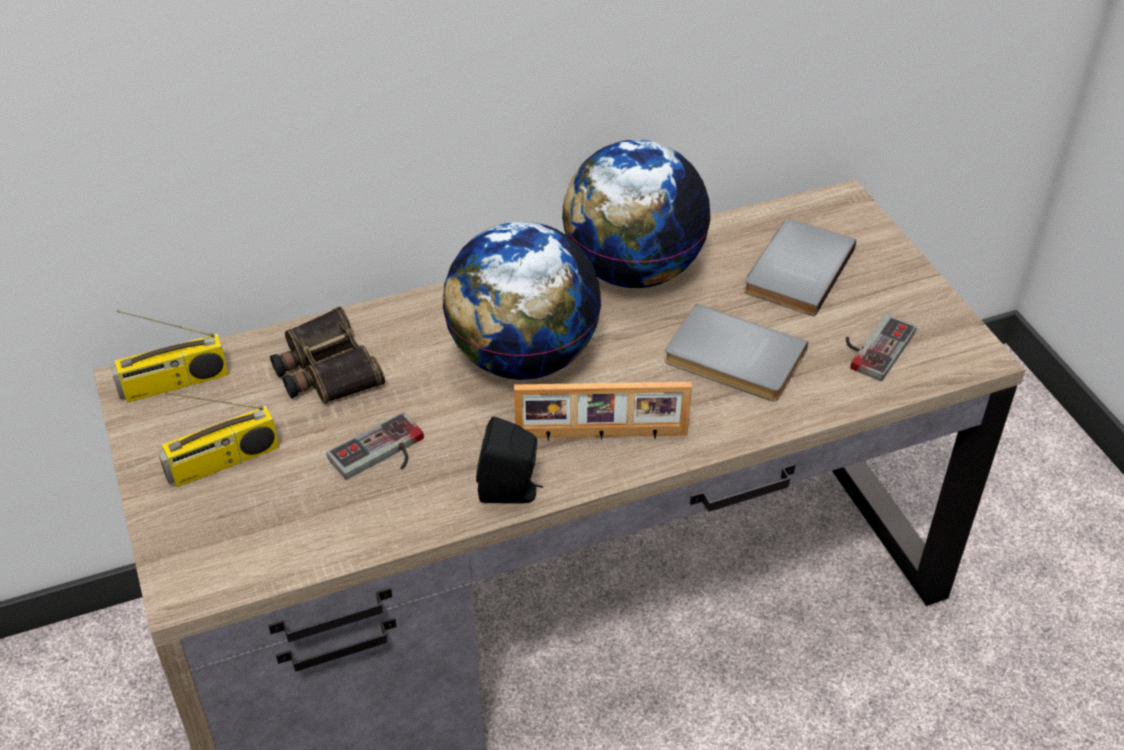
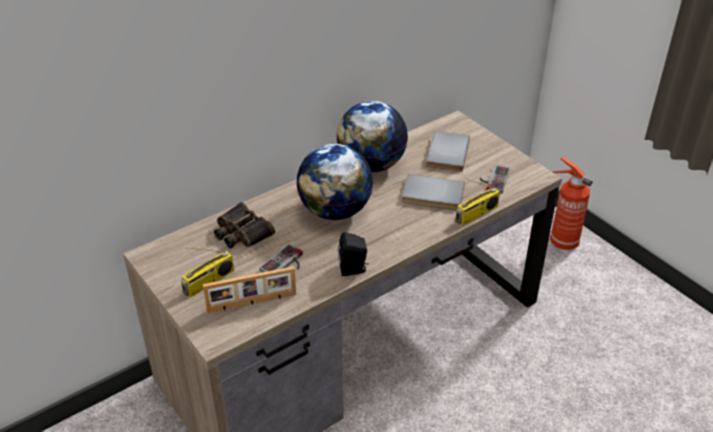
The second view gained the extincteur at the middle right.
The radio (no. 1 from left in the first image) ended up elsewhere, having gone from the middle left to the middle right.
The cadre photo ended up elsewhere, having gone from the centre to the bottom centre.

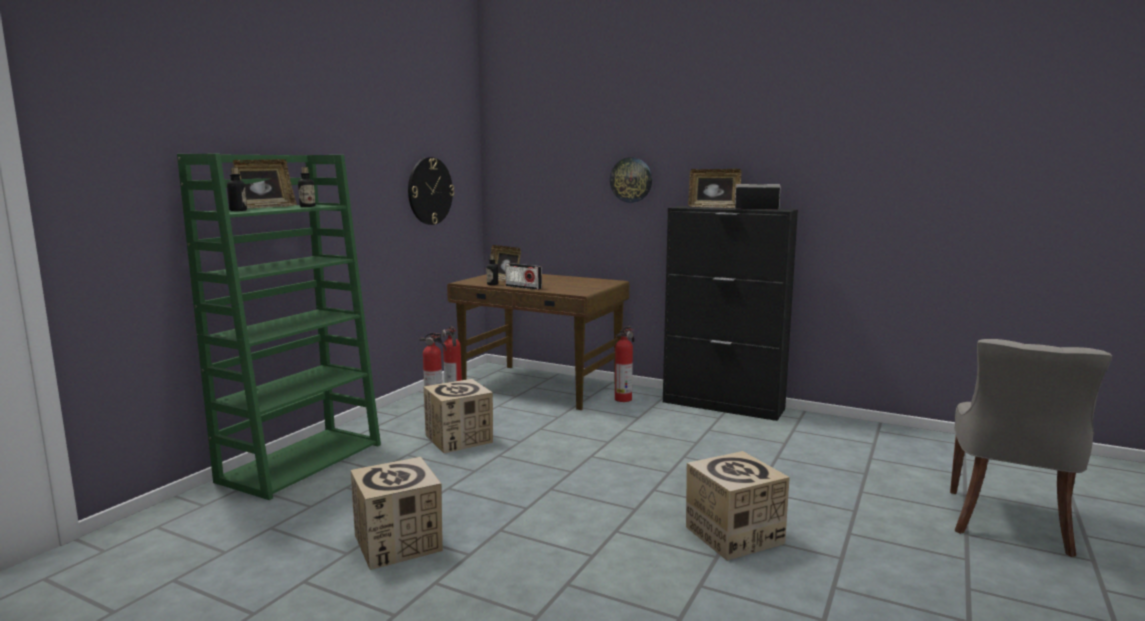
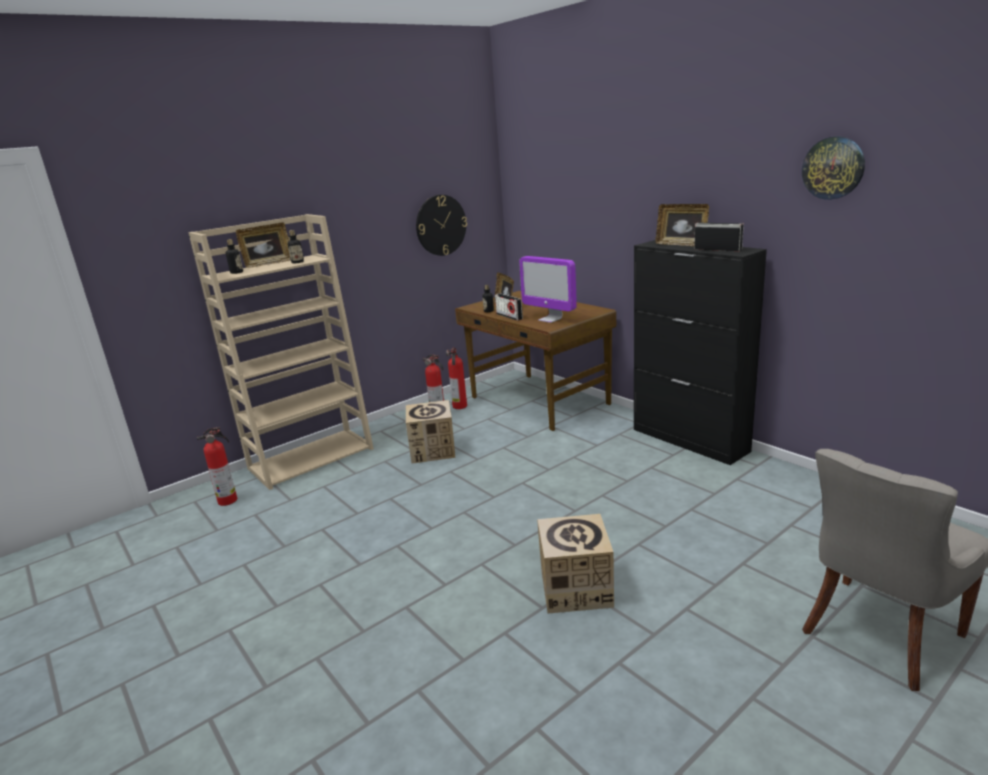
The second view lost the carton (no. 1 from left) at the bottom centre.
The second view gained the écran d'ordinateur at the centre.
The horloge murale (no. 2 from left) ended up elsewhere, having gone from the top centre to the top right.
The extincteur (no. 3 from left in the first image) ended up elsewhere, having gone from the centre to the middle left.
What was the bibliothèque (vert) at the middle left turned into the bibliothèque (beige) at the middle left.

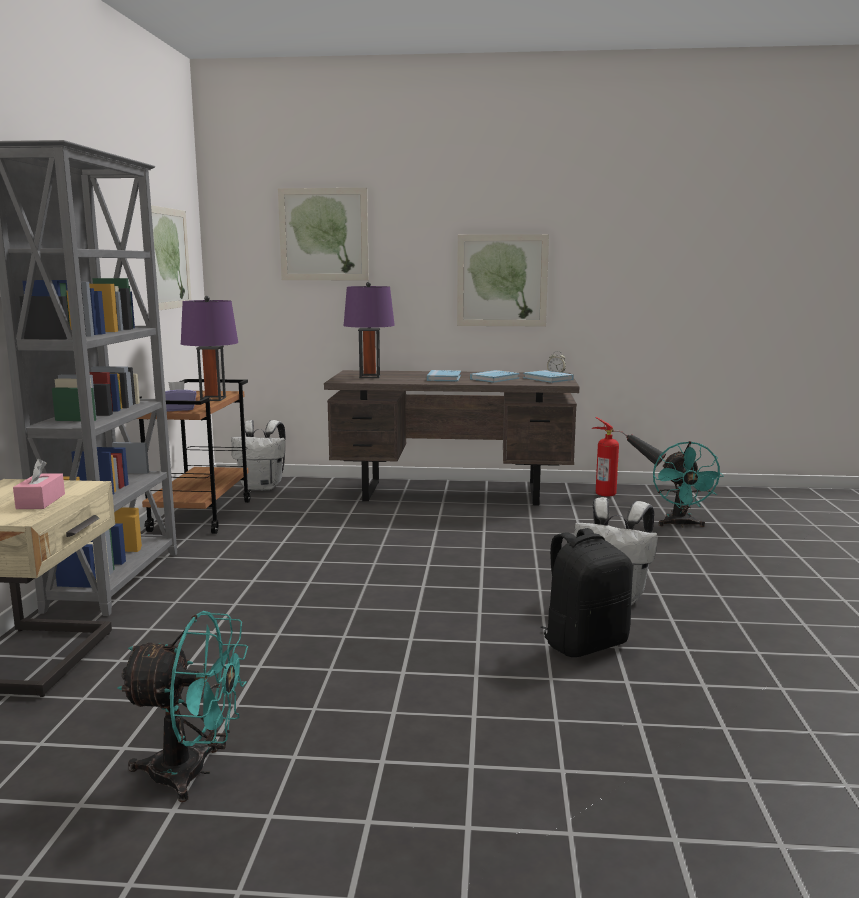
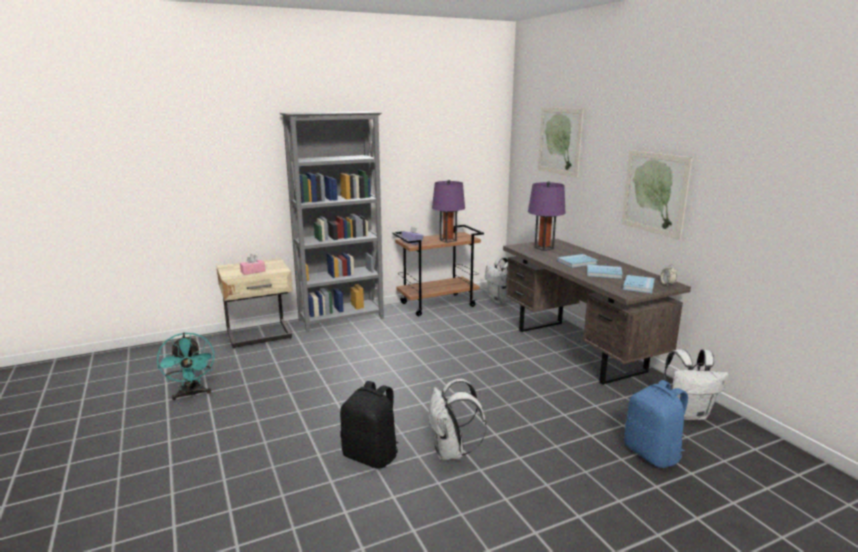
The second view lost the tableau (no. 1 from left) at the top left.
Where the extincteur stood at the middle right, the sac à dos (blanc) (no. 3 from left) came to stand at the bottom right.
Where the ventilateur (turquoise) (no. 2 from left) stood at the middle right, the sac à dos (bleu) came to stand at the bottom right.

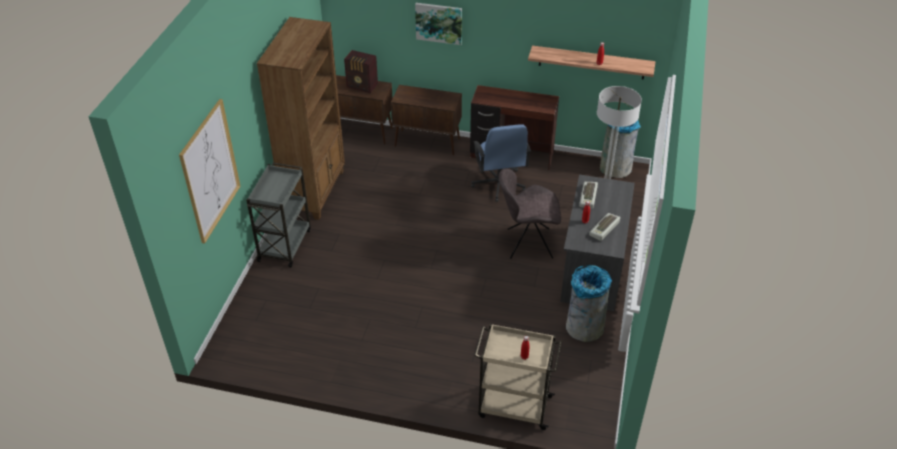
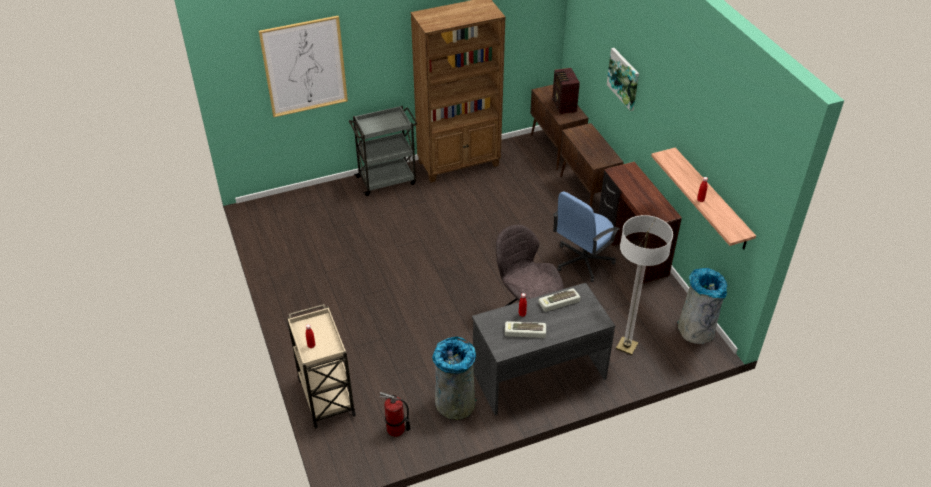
The second view gained the extincteur at the bottom centre.

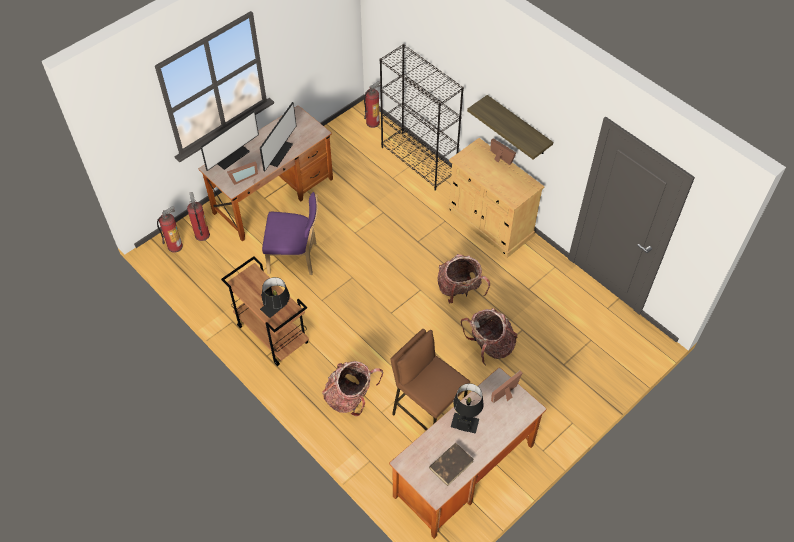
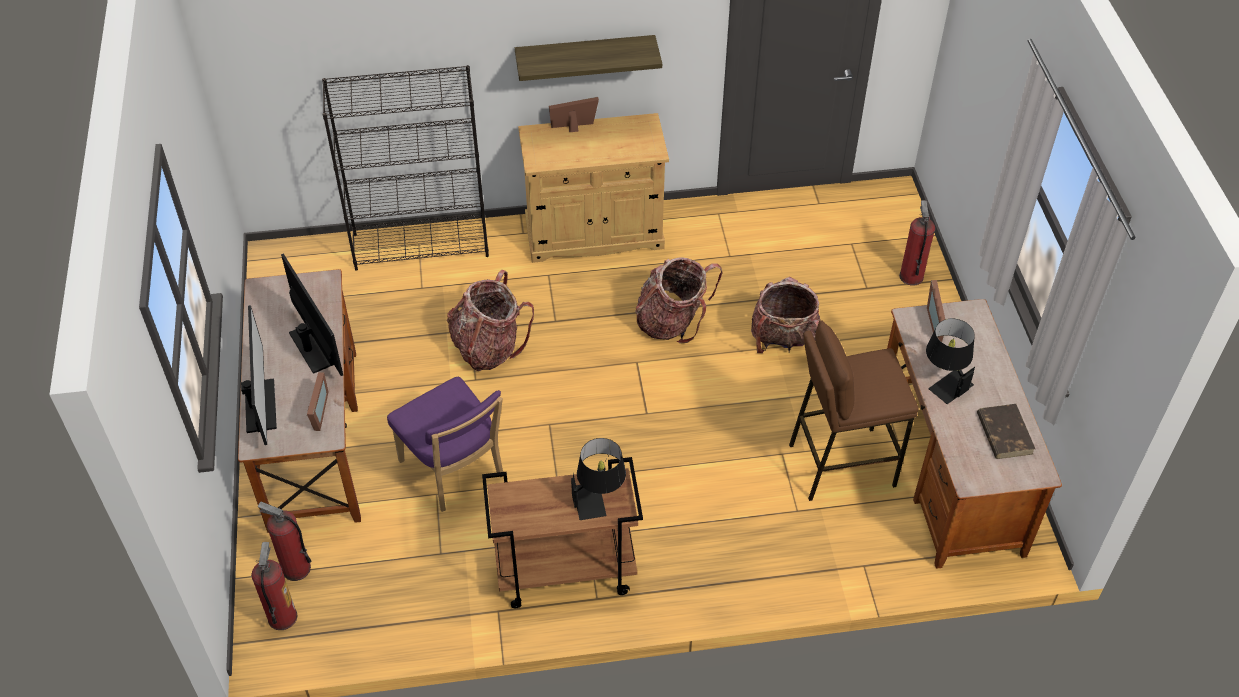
The sac à dos (no. 1 from left) ended up elsewhere, having gone from the bottom centre to the centre.
The extincteur (no. 3 from left) ended up elsewhere, having gone from the top centre to the middle right.
The chaise (violet) at the centre ended up facing another way, 105 degrees clockwise from before.

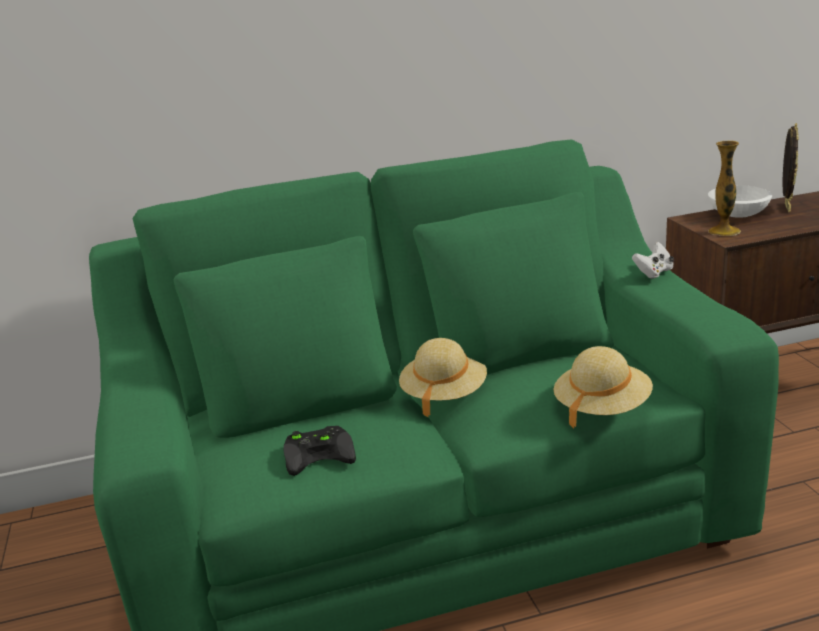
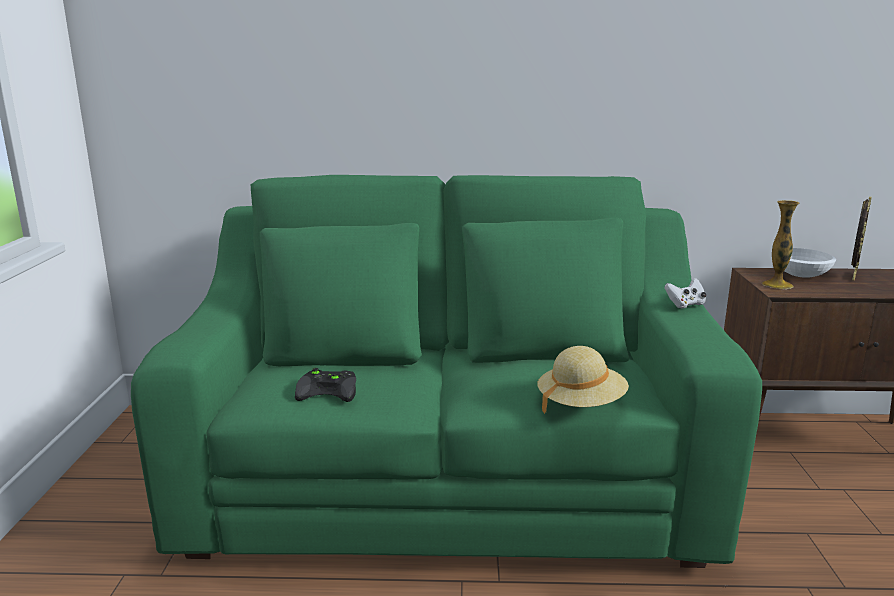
The second view lost the chapeau (beige) (no. 1 from left) at the centre.

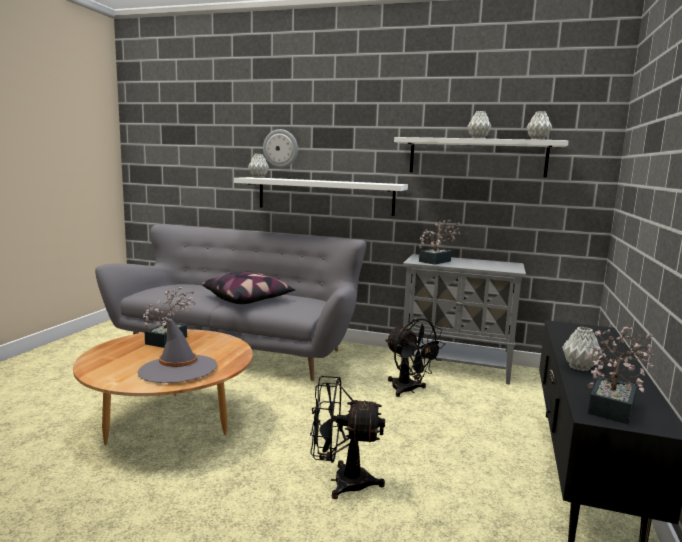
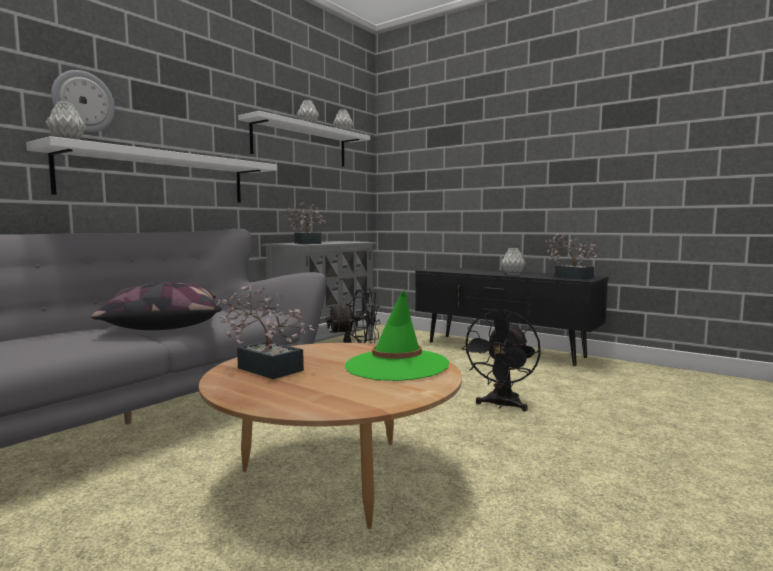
What was the chapeau (gris) at the middle left turned into the chapeau (vert) at the centre.

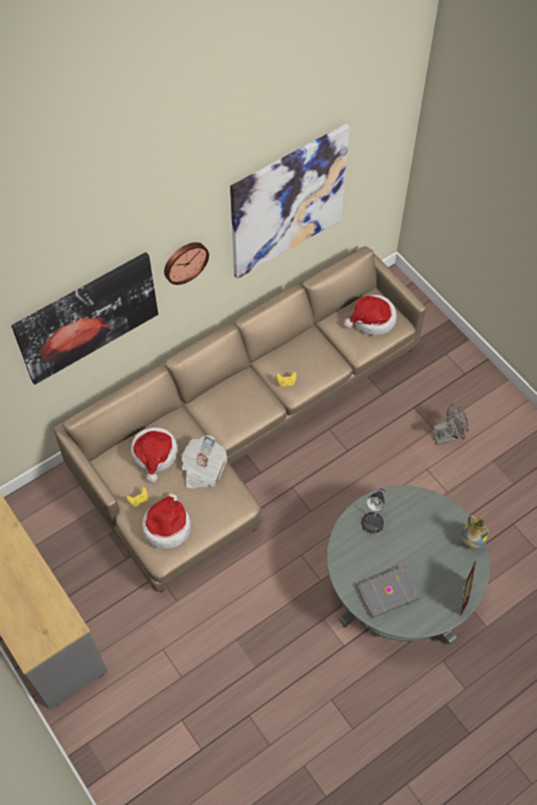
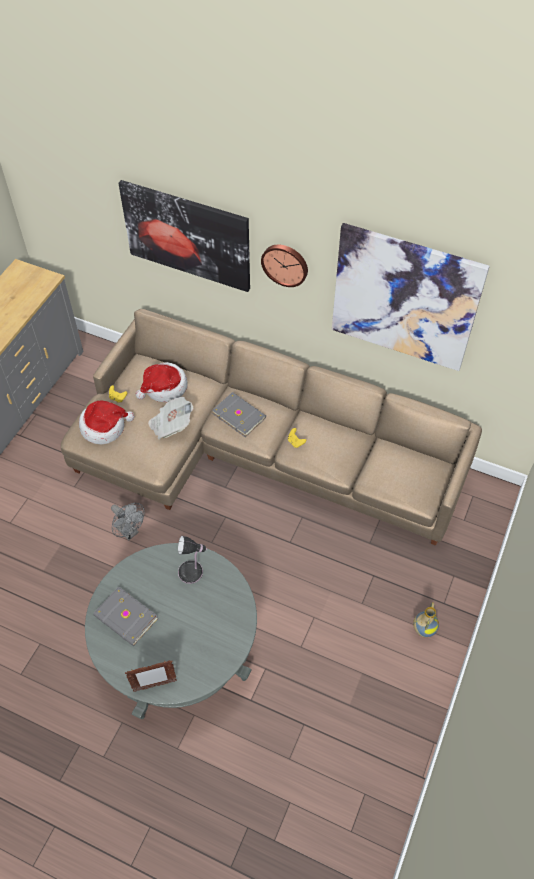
The second view lost the chapeau (no. 3 from left) at the middle right.
The second view gained the livre (gris) (no. 2 from left) at the centre.
The ventilateur (gris) ended up elsewhere, having gone from the middle right to the middle left.
The vase ended up elsewhere, having gone from the middle right to the bottom right.

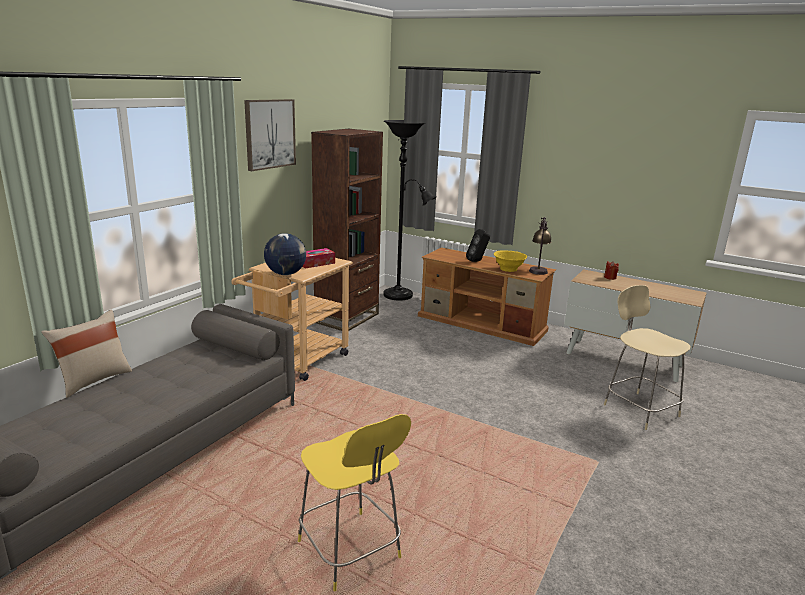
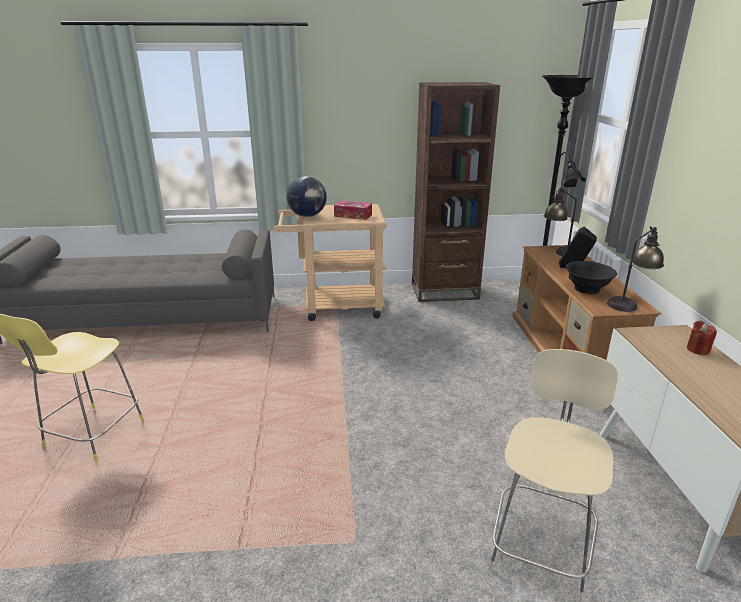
The second view lost the coussin (beige) at the middle left.
The second view lost the tableau at the top centre.
The second view gained the lampe de table (no. 1 from left) at the middle right.
What was the bol (jaune) at the centre turned into the bol (noir) at the middle right.

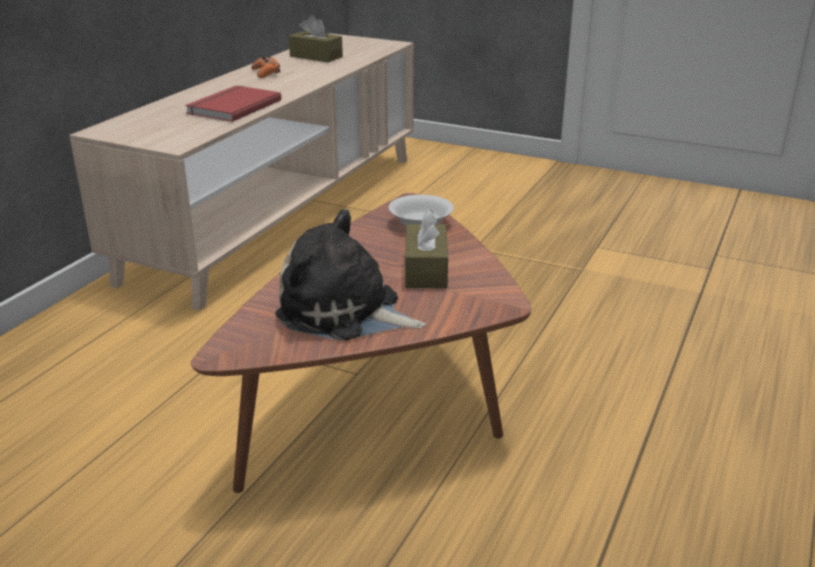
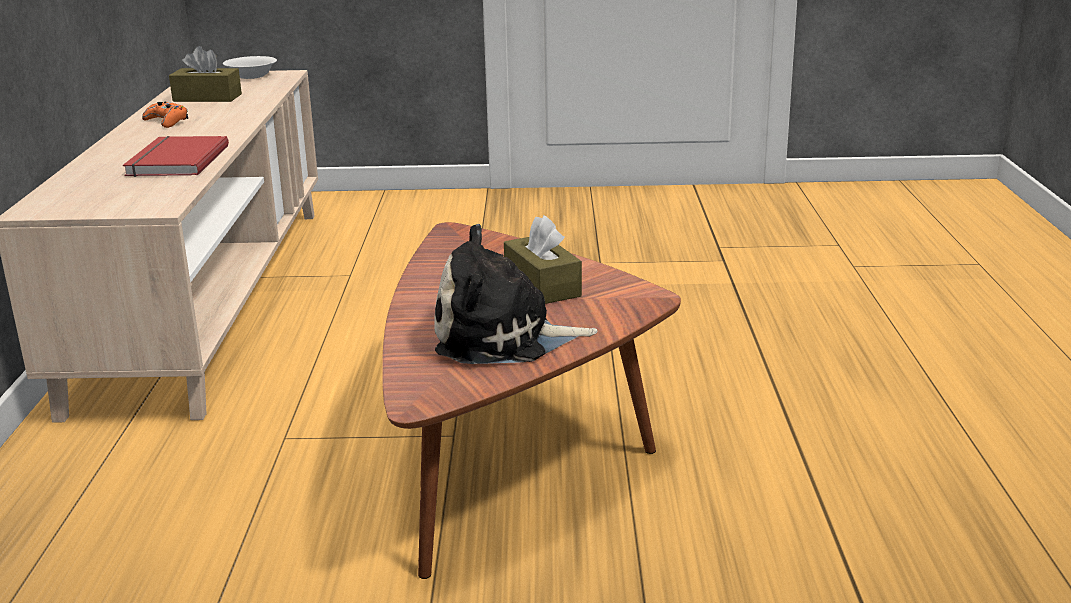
The bol (blanc) ended up elsewhere, having gone from the centre to the top left.

